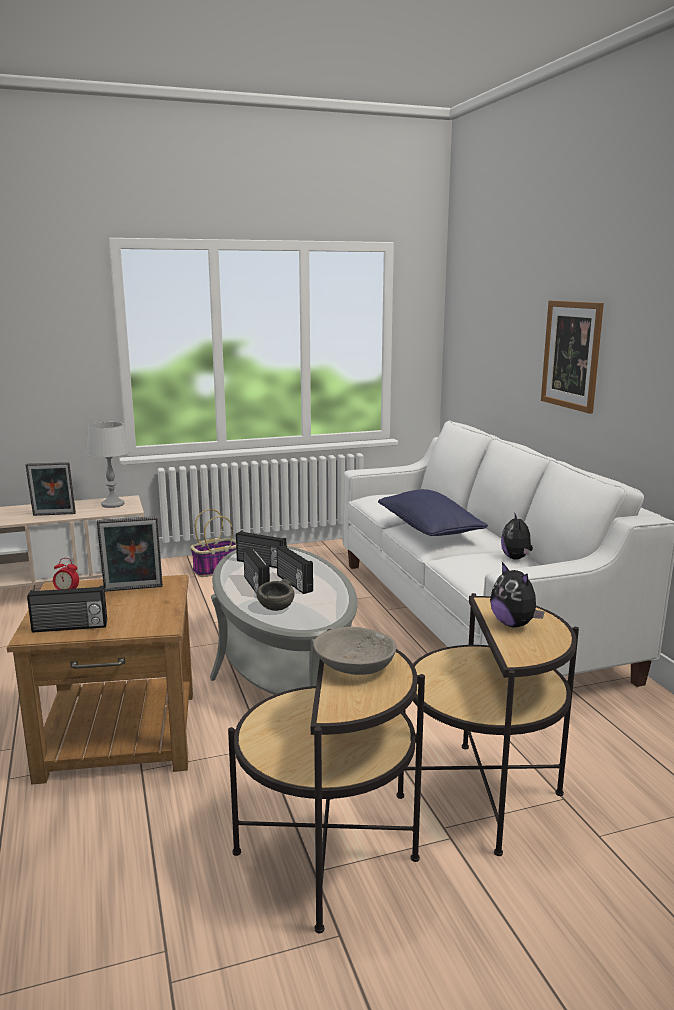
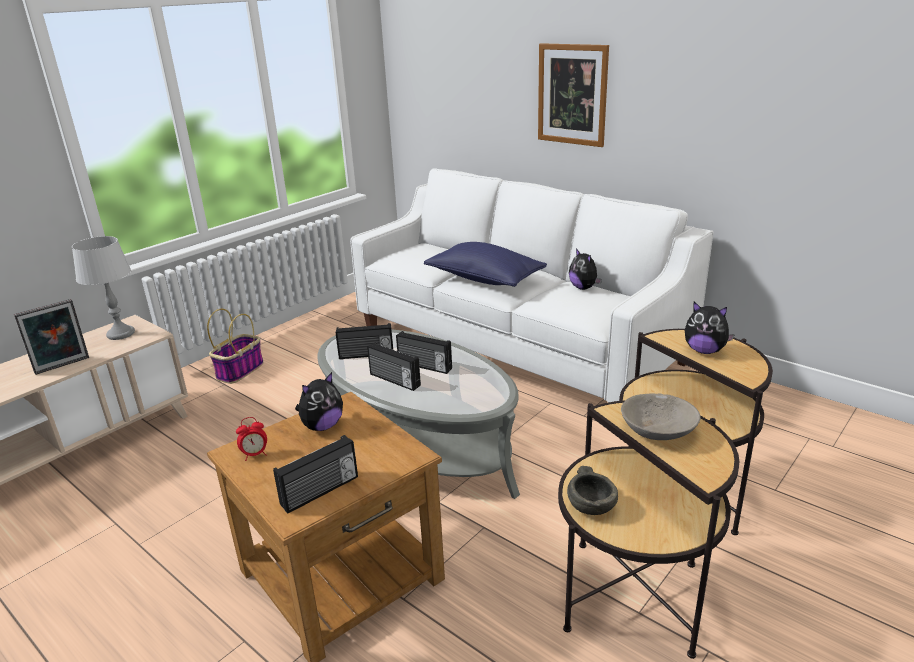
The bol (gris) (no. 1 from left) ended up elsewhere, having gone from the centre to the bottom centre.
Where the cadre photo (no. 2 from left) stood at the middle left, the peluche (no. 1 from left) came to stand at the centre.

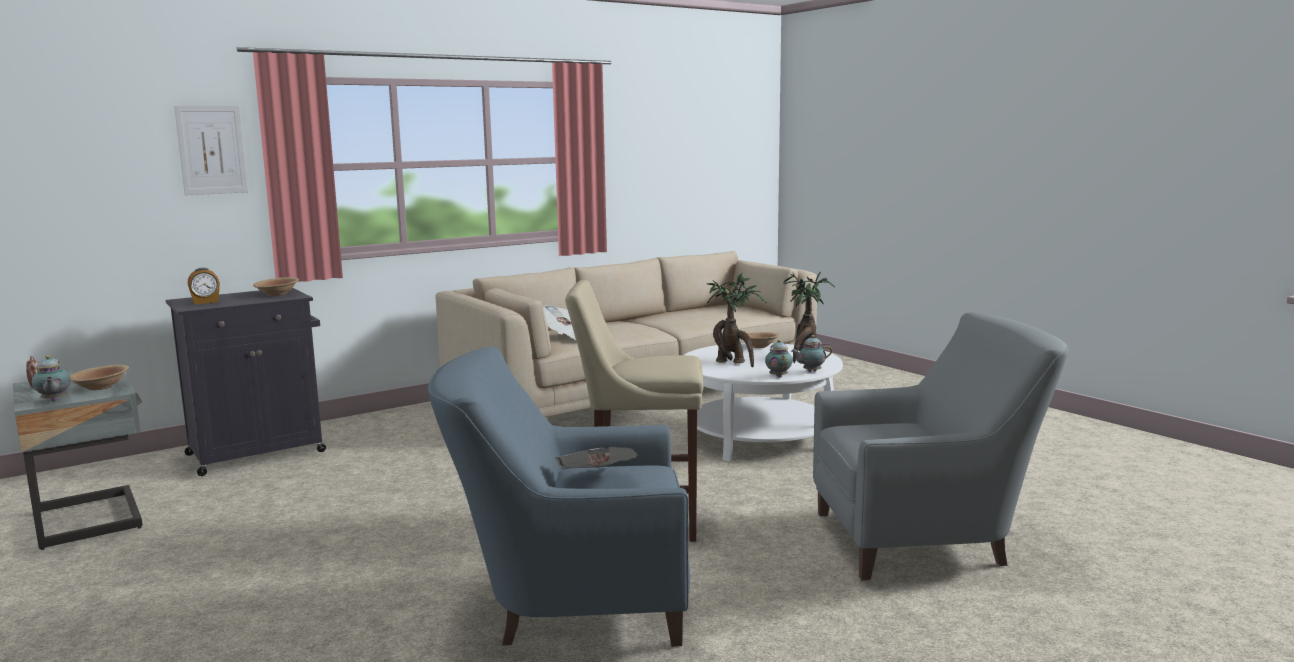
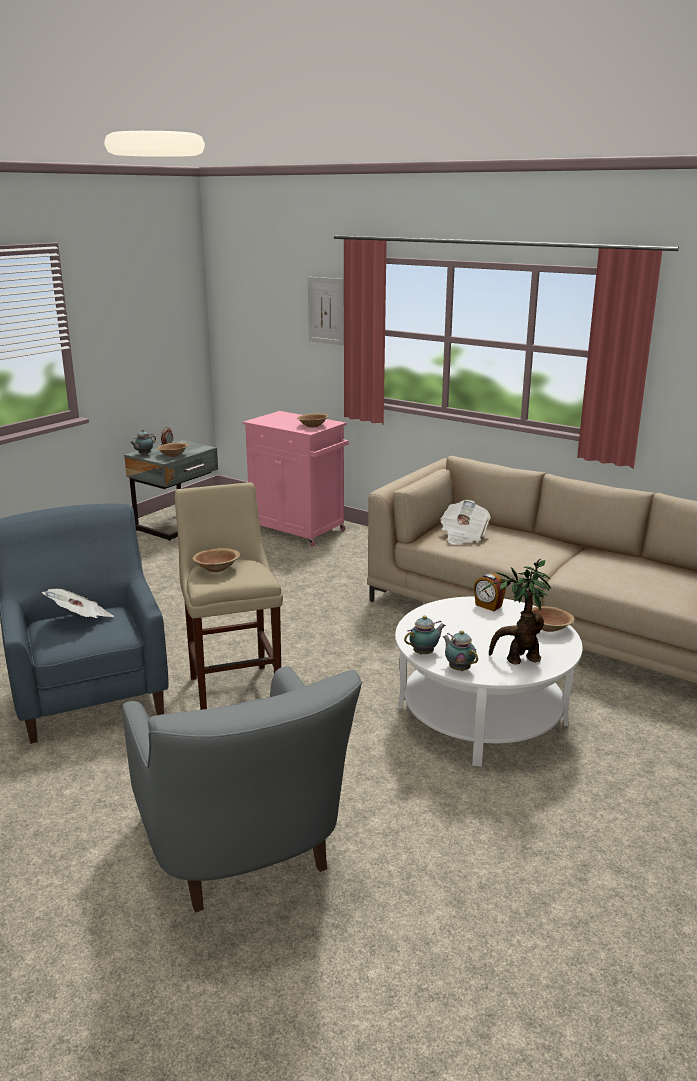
The second view lost the plante en pot (no. 1 from left) at the centre.
The second view gained the bol (marron) (no. 2 from left) at the middle left.
The réveil (no. 2 from left) ended up elsewhere, having gone from the middle left to the middle right.
What was the meuble de rangement (noir) at the middle left turned into the meuble de rangement (rose) at the centre.

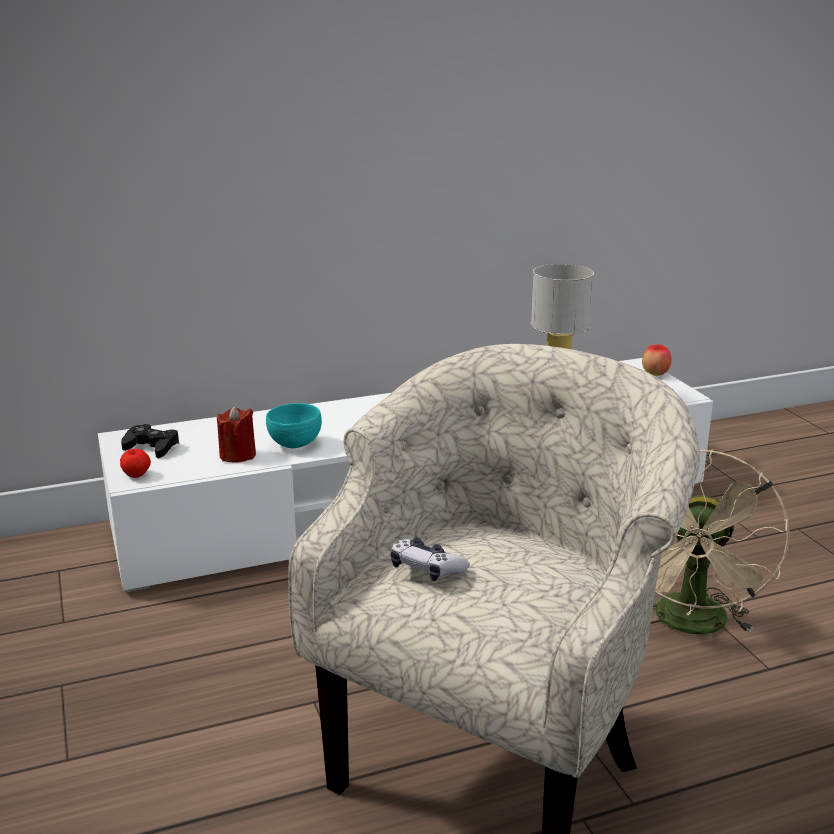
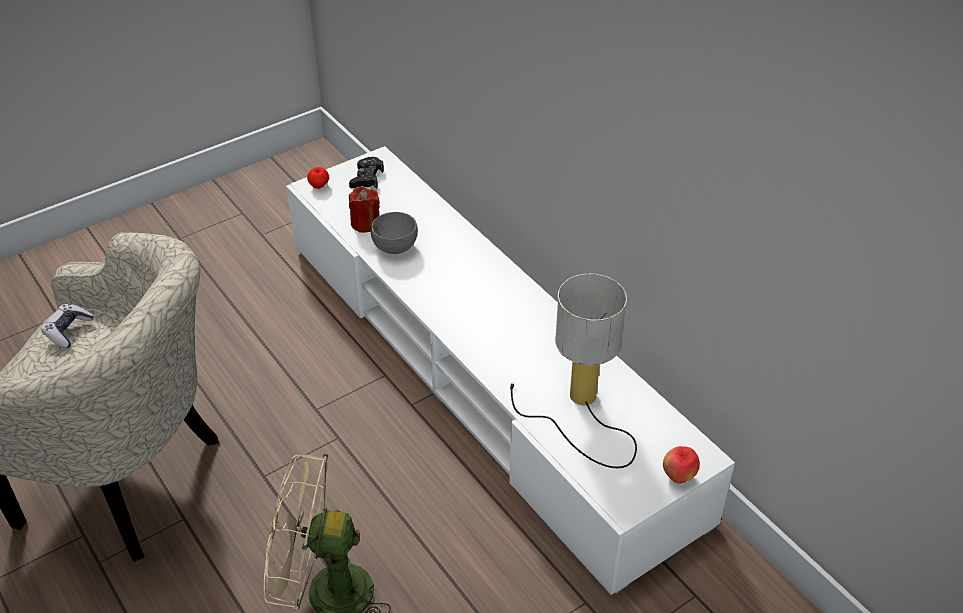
What was the bol (turquoise) at the centre turned into the bol (gris) at the centre.

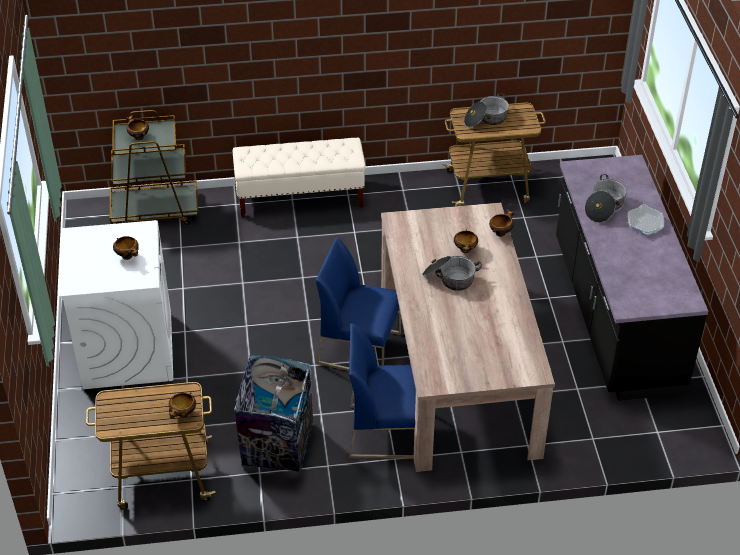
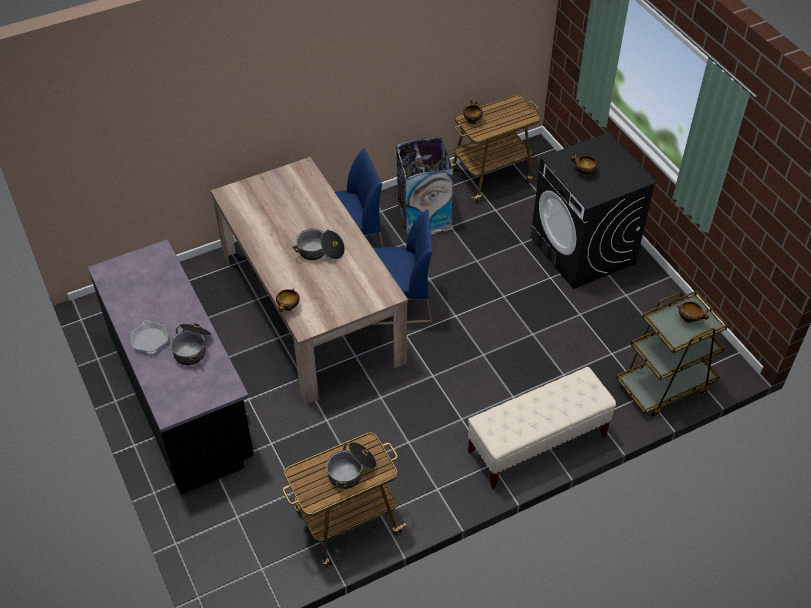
The second view lost the bol (no. 4 from left) at the centre.
What was the lave-linge (blanc) at the middle left turned into the lave-linge (noir) at the middle right.

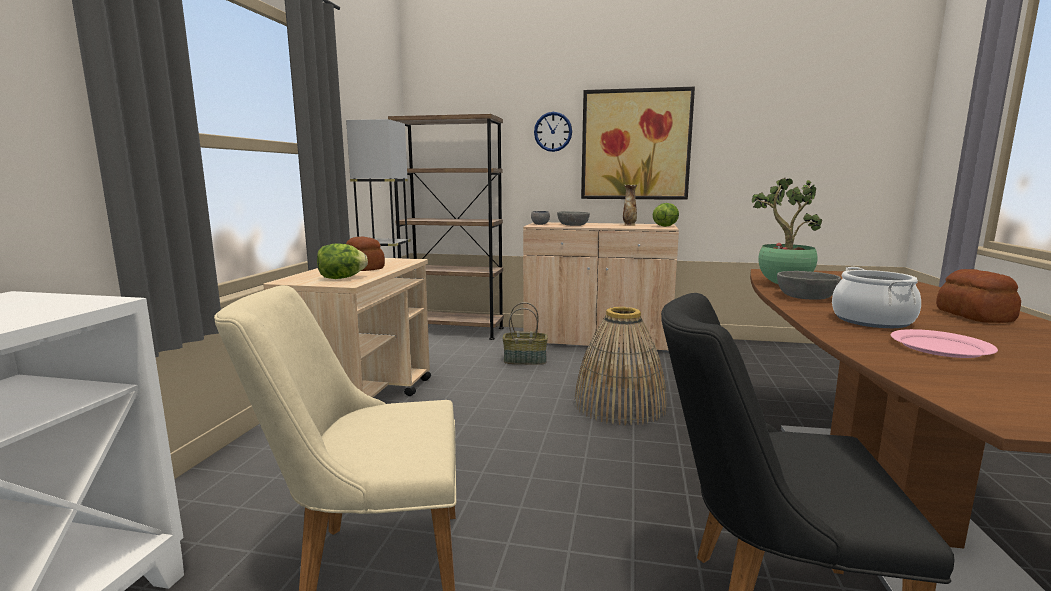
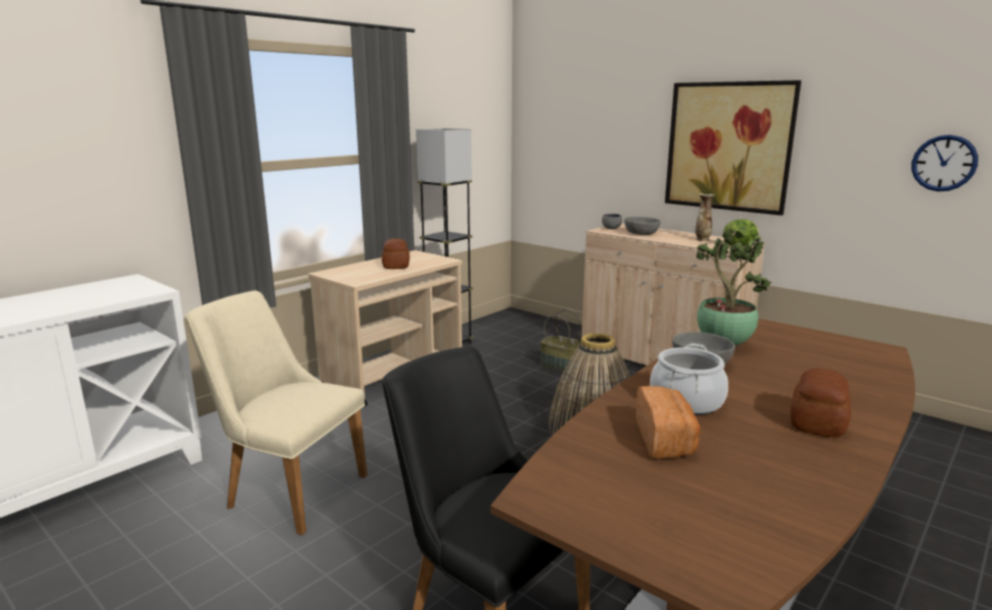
The second view lost the laitue (no. 1 from left) at the middle left.
The second view lost the bibliothèque (marron) at the centre.
The horloge murale ended up elsewhere, having gone from the top centre to the top right.
Where the assiette (rose) stood at the middle right, the pain (no. 2 from left) came to stand at the bottom right.

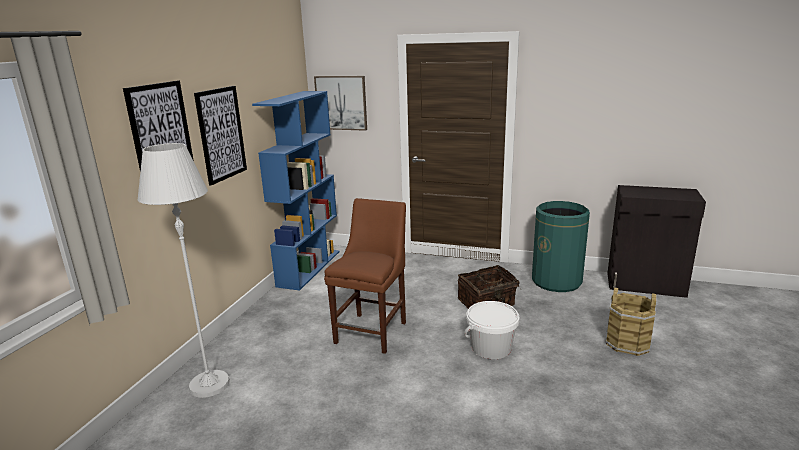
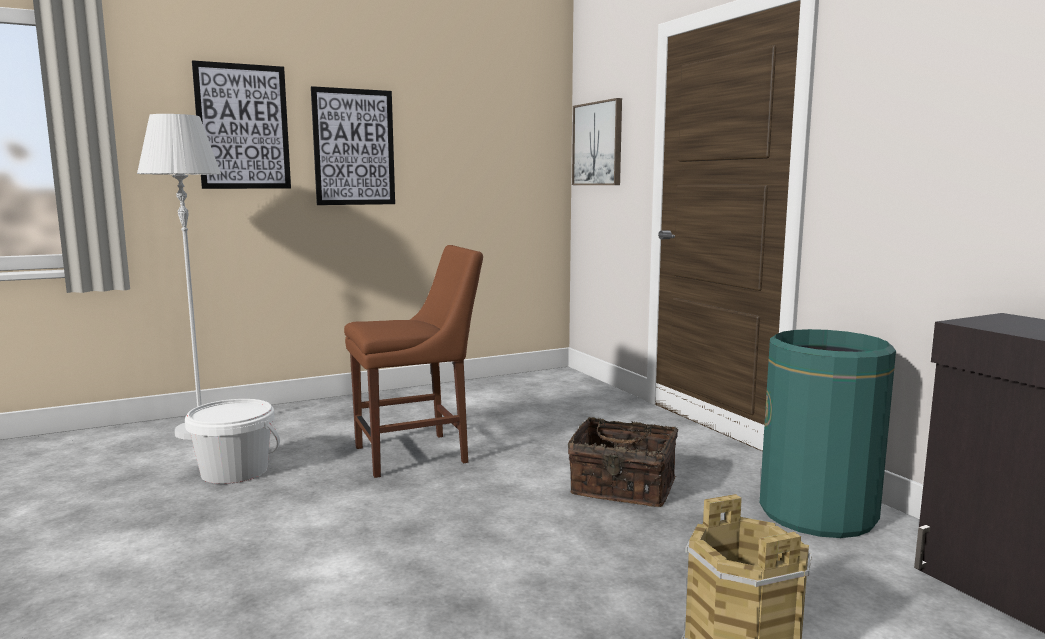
The second view lost the bibliothèque (bleu) at the centre.
The seau (blanc) ended up elsewhere, having gone from the bottom centre to the bottom left.

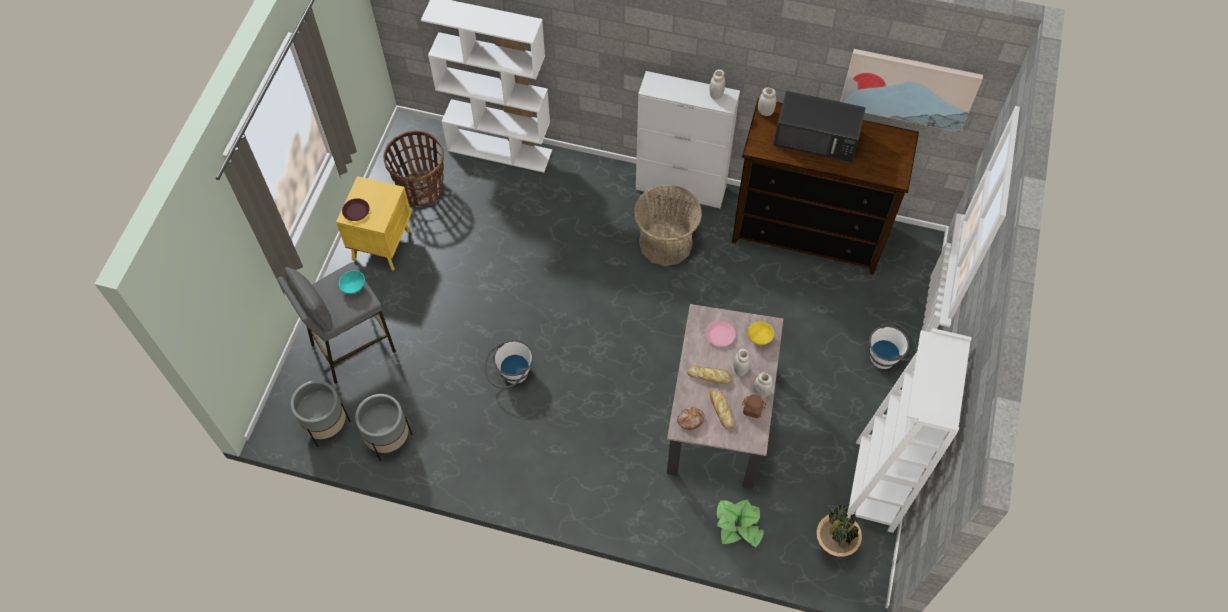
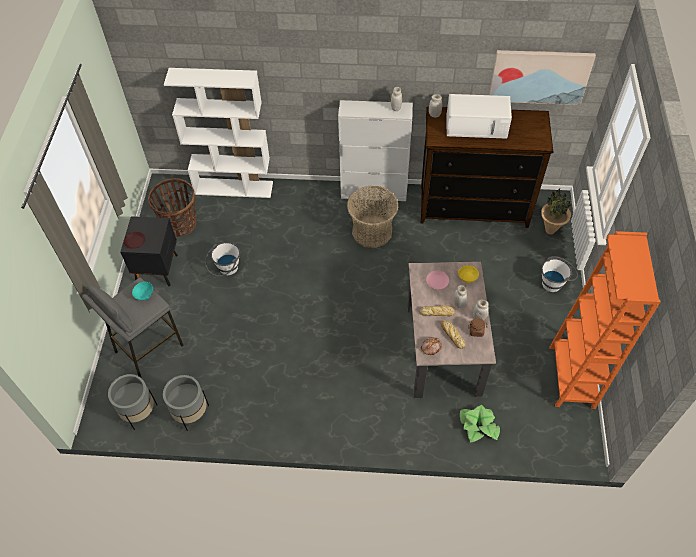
The seau (blanc) (no. 1 from left) ended up elsewhere, having gone from the centre to the middle left.
The plante en pot (no. 2 from left) ended up elsewhere, having gone from the bottom right to the middle right.
What was the table de chevet (jaune) at the middle left turned into the table de chevet (noir) at the middle left.
What was the micro-ondes (noir) at the top right turned into the micro-ondes (blanc) at the top right.
What was the bibliothèque (blanc) (no. 2 from left) at the bottom right turned into the bibliothèque (orange) at the middle right.

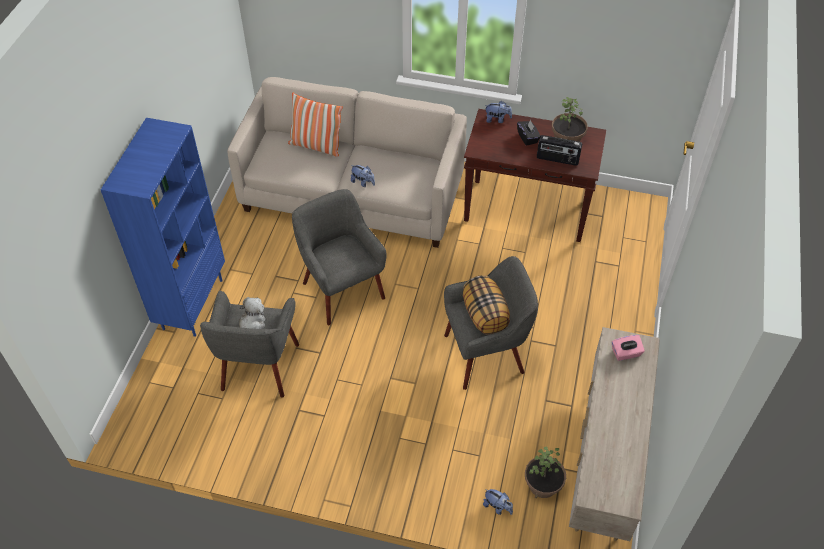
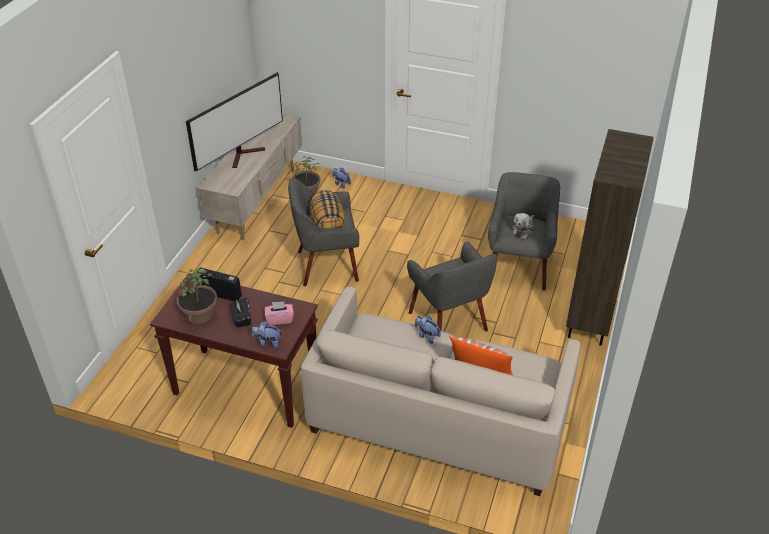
The second view gained the téléviseur at the top left.
The boîte à mouchoirs (rose) ended up elsewhere, having gone from the middle right to the centre.
What was the bibliothèque (bleu) at the middle left turned into the bibliothèque (marron) at the middle right.

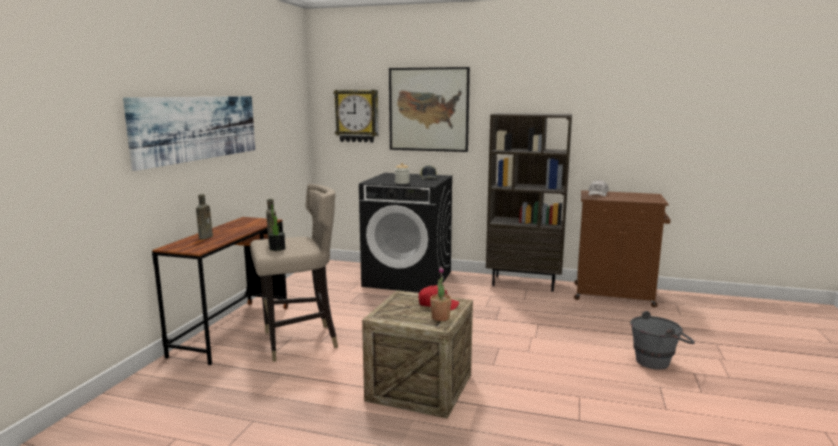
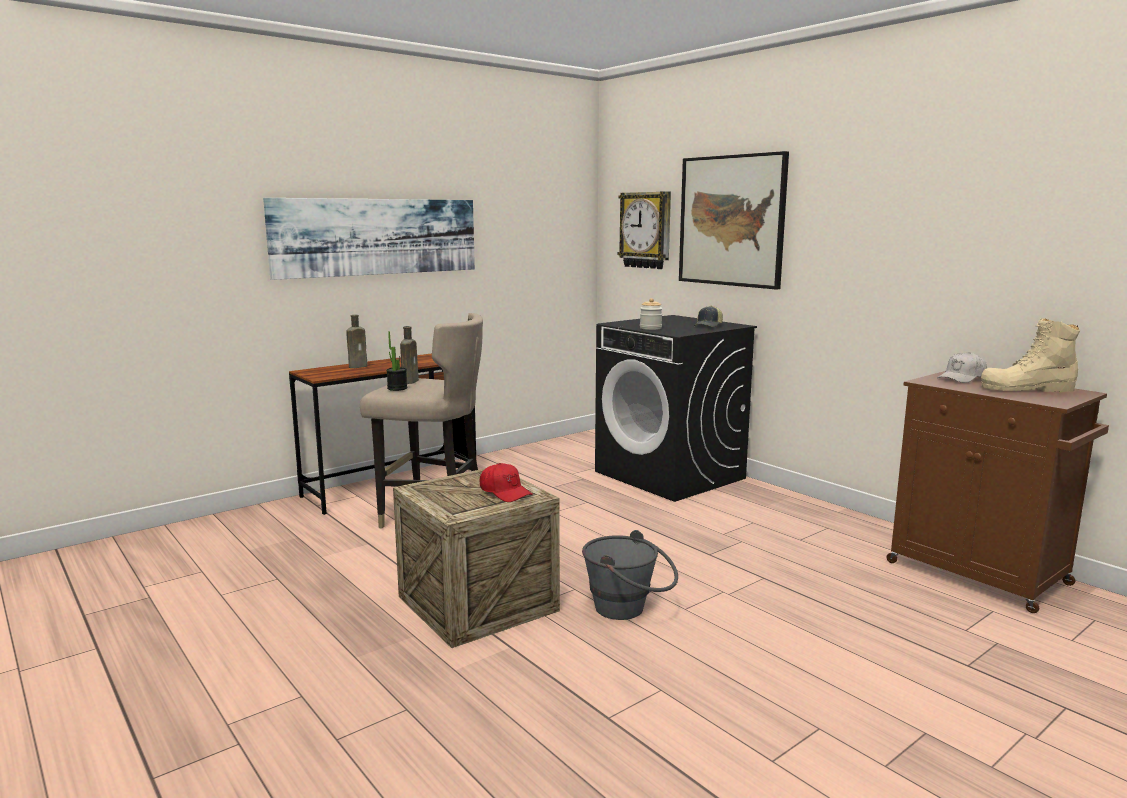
The second view lost the plante en pot (no. 2 from left) at the centre.
The second view lost the bibliothèque (marron) at the centre.
The second view gained the botte (beige) at the middle right.
The seau (gris) ended up elsewhere, having gone from the bottom right to the bottom centre.

